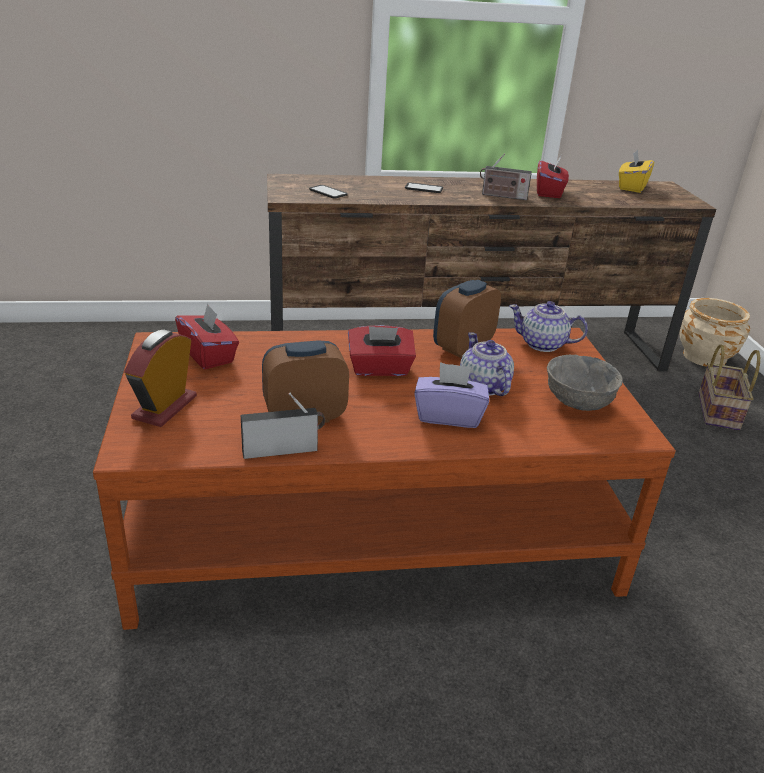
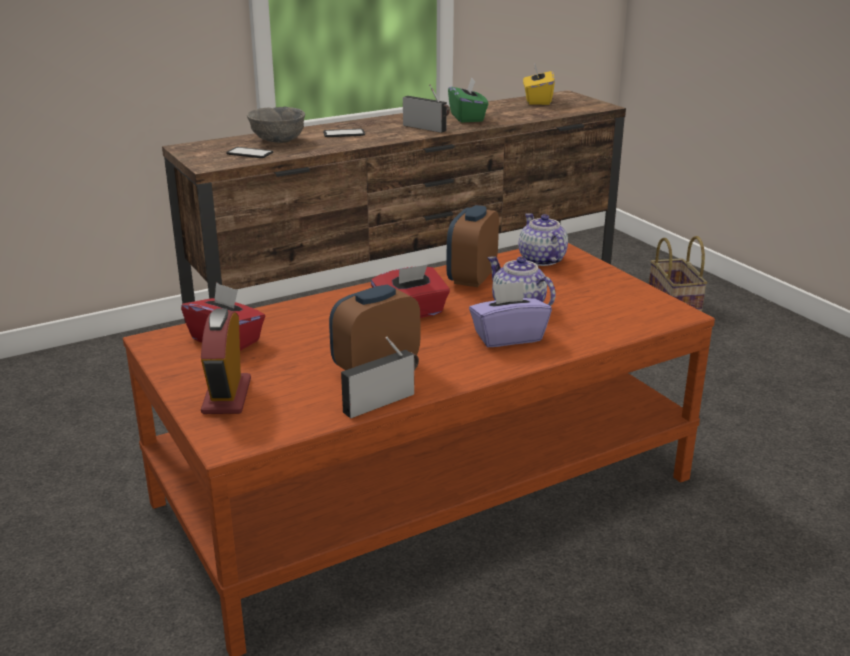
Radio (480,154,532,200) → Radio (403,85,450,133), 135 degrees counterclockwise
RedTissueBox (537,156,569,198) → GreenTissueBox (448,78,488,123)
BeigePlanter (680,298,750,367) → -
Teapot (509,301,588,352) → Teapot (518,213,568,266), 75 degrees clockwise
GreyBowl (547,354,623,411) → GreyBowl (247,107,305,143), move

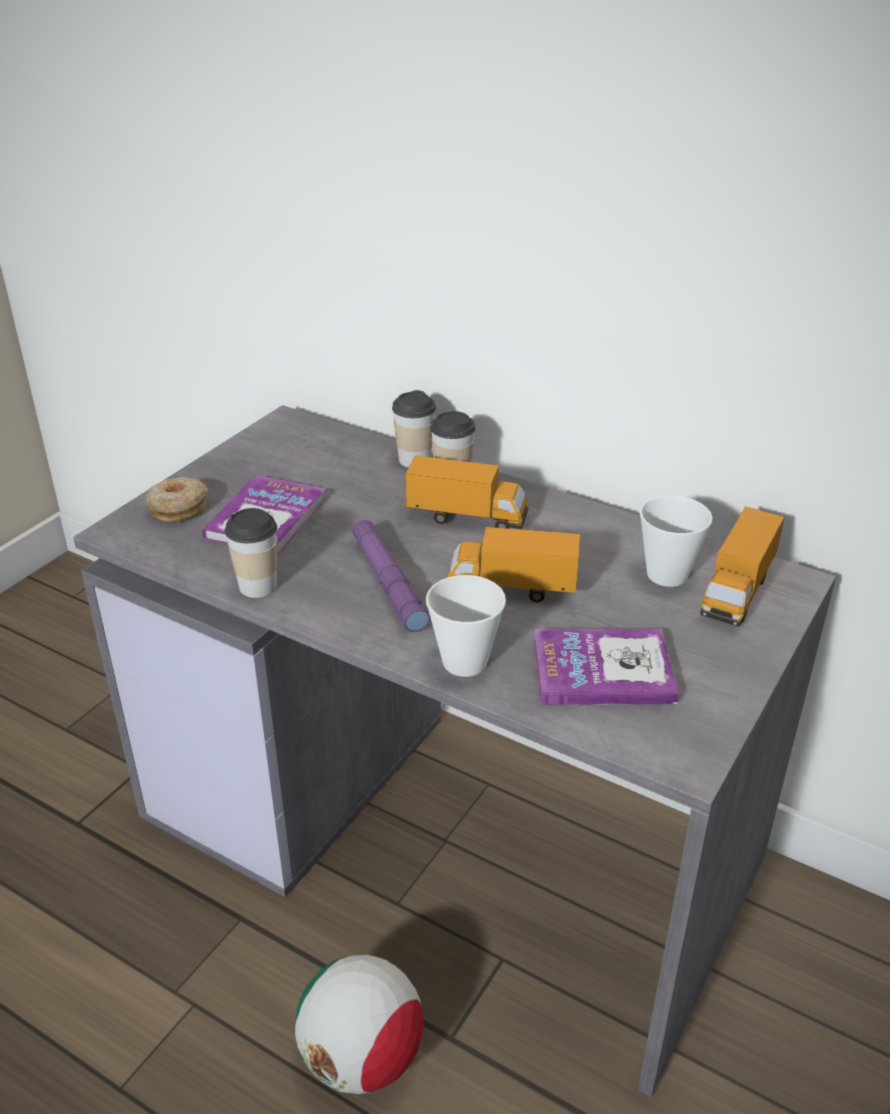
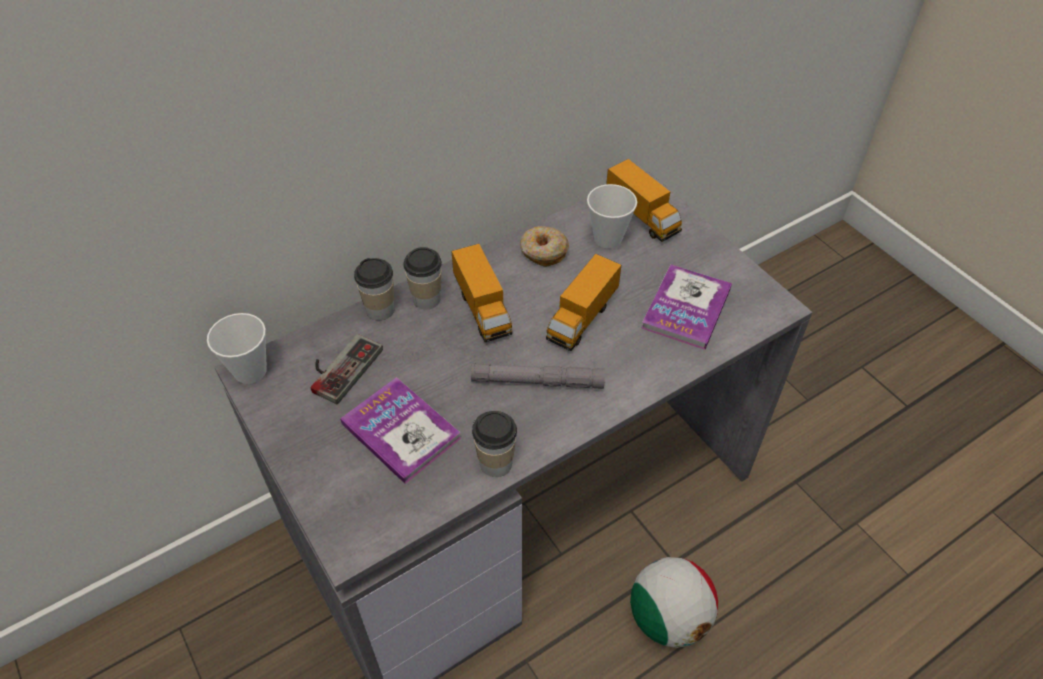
ToyTruck (406,455,528,529) → ToyTruck (451,244,512,342), 120 degrees clockwise
Donut (146,477,208,523) → Donut (520,226,569,267), move
PurpleFlashlight (352,520,430,632) → GreyFlashlight (471,363,605,389)
Cup (426,575,506,677) → Cup (207,313,267,384), move
- → GameController (311,334,383,404)

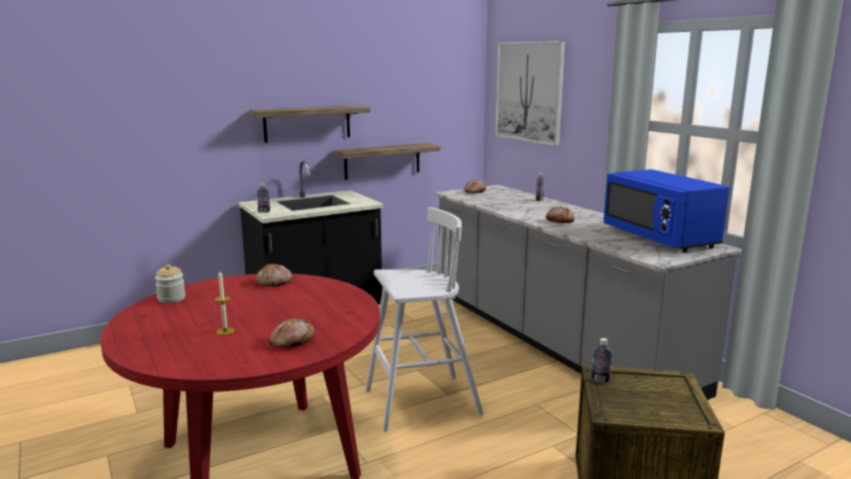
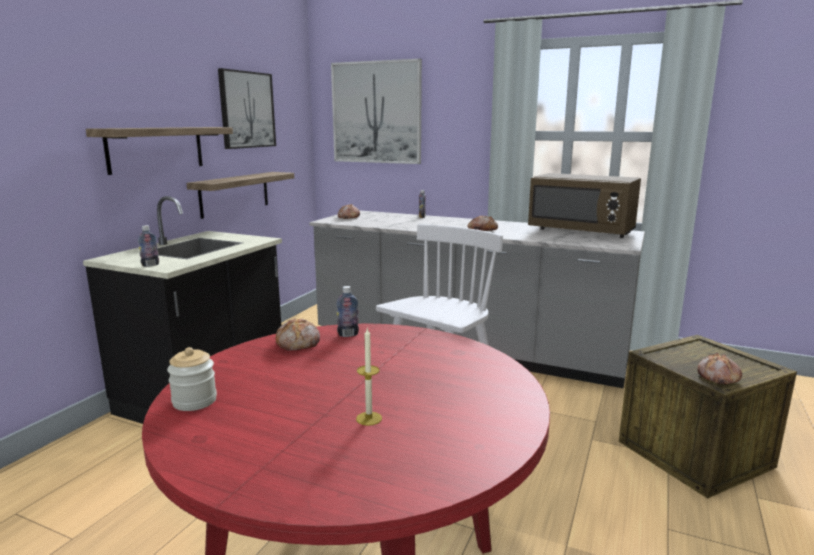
BlueMicrowave (603,169,729,252) → BrownMicrowave (528,173,641,238)
Bread (269,317,315,348) → Bread (697,353,742,384), move
Bottle (591,338,613,383) → Bottle (336,286,359,337), move
- → Picture (218,68,276,149)

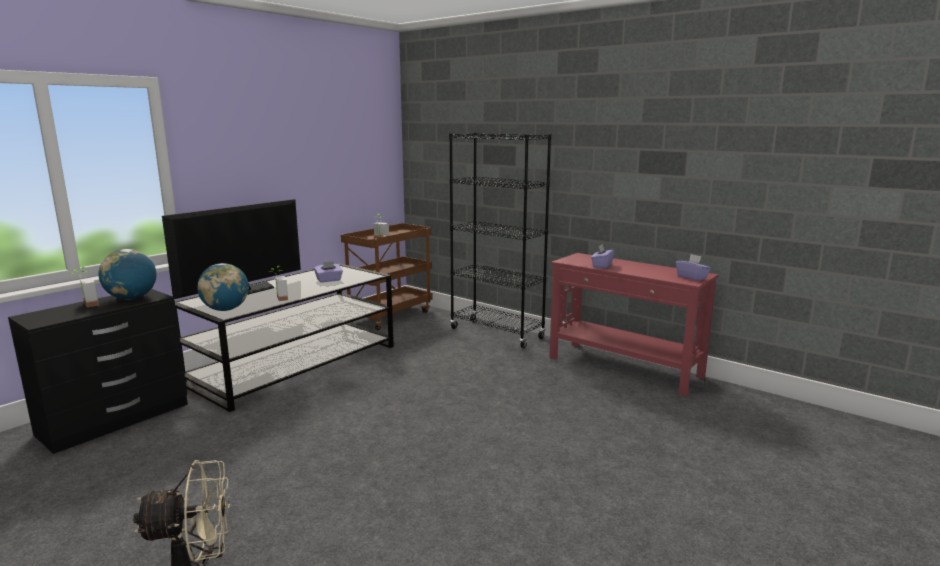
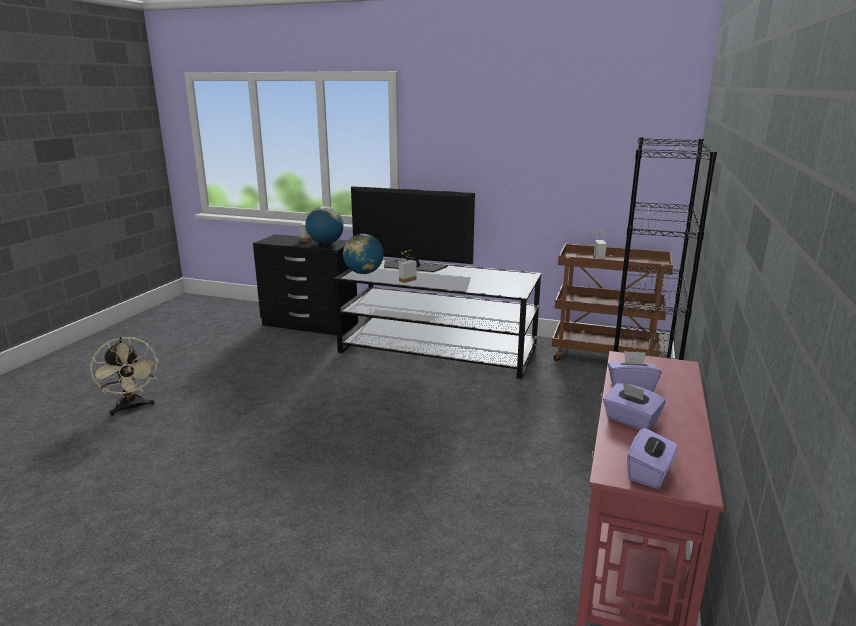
PurpleTissueBox (314,261,343,283) → PurpleTissueBox (603,383,666,430), move

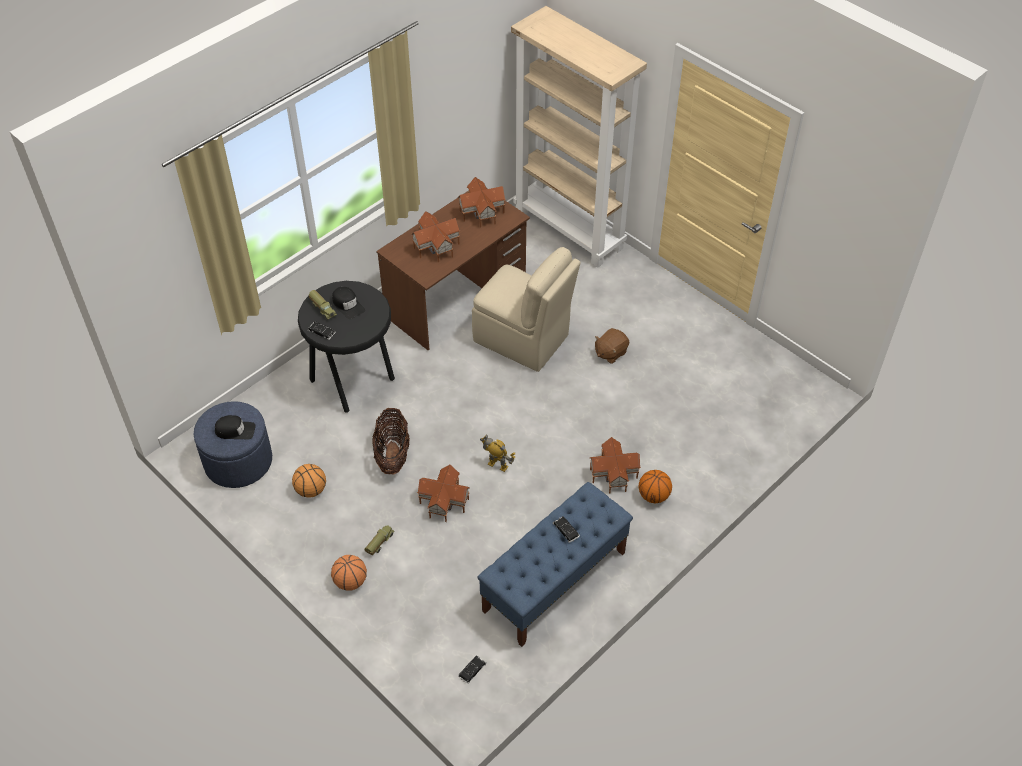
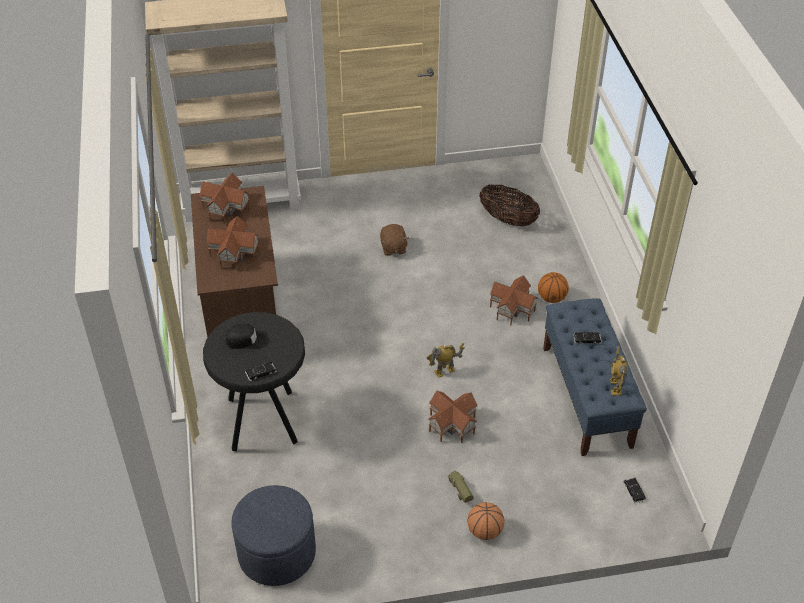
BeigeChair (472,247,581,372) → -
ToyTruck (309,290,337,320) → -
Basket (372,408,410,474) → Basket (479,184,540,226), move
BlackCap (215,415,255,440) → -
Basketball (292,464,326,498) → -
- → ToyRobot (610,347,628,395)

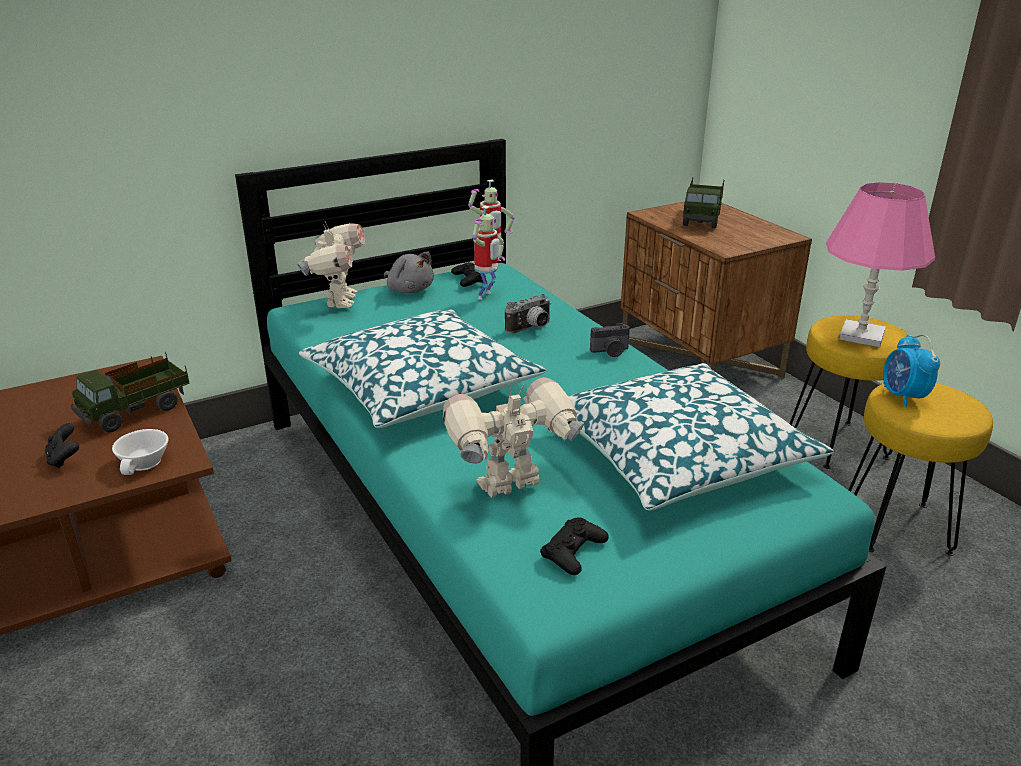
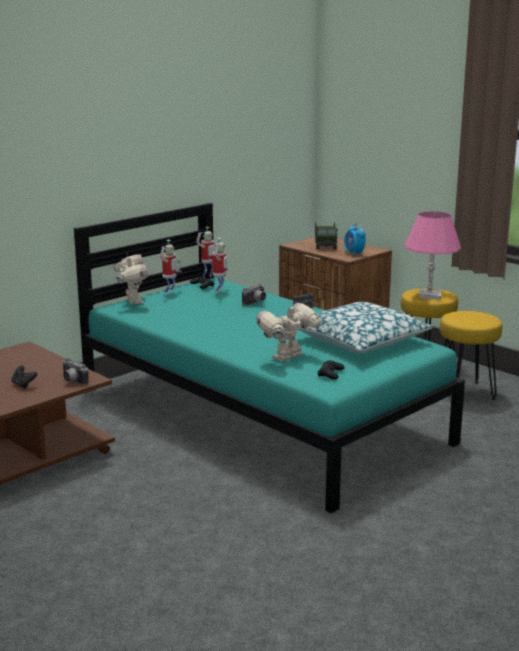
GreyPlushToy (384,252,434,294) → ToyRobot (160,240,181,295)
Pillow (299,310,546,428) → -
AlarmClock (883,334,940,407) → AlarmClock (344,223,366,256), move
ToyTruck (71,352,190,432) → -
WhiteCup (112,429,168,475) → PhotoCamera (62,358,89,385)

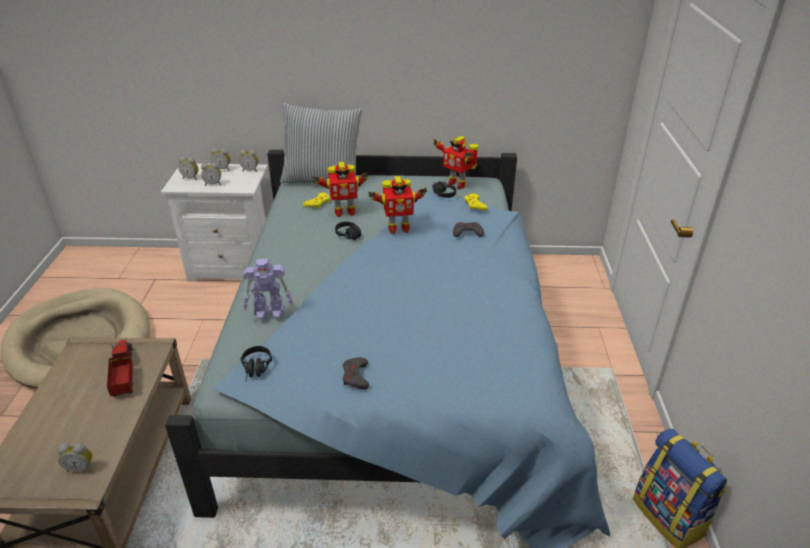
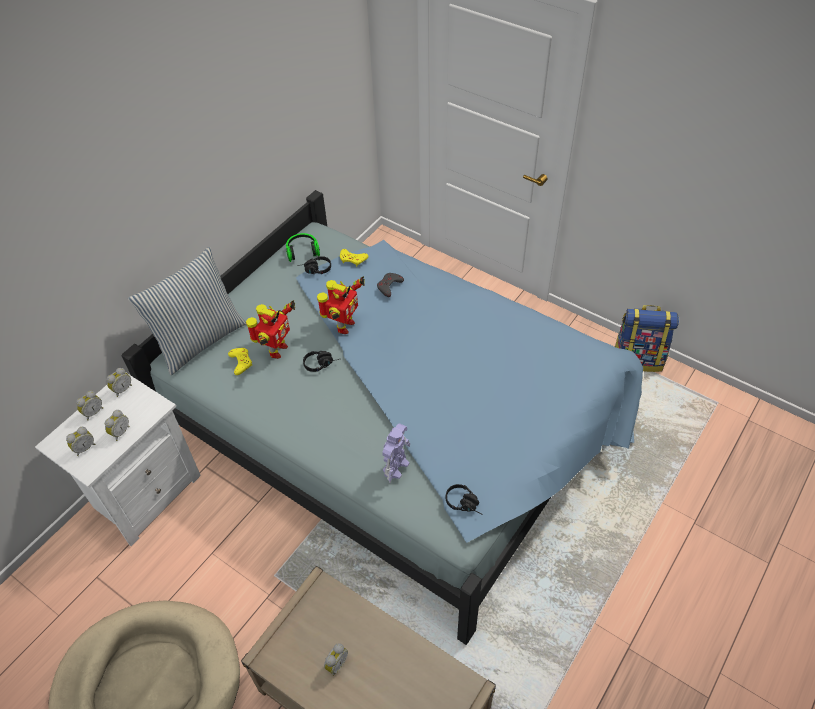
ToyRobot (433,136,478,189) → Headphones (286,233,320,262)
ToyTruck (107,340,133,397) → -
GreyGameController (343,357,369,390) → -
AlarmClock (57,443,92,472) → AlarmClock (324,643,348,676), move

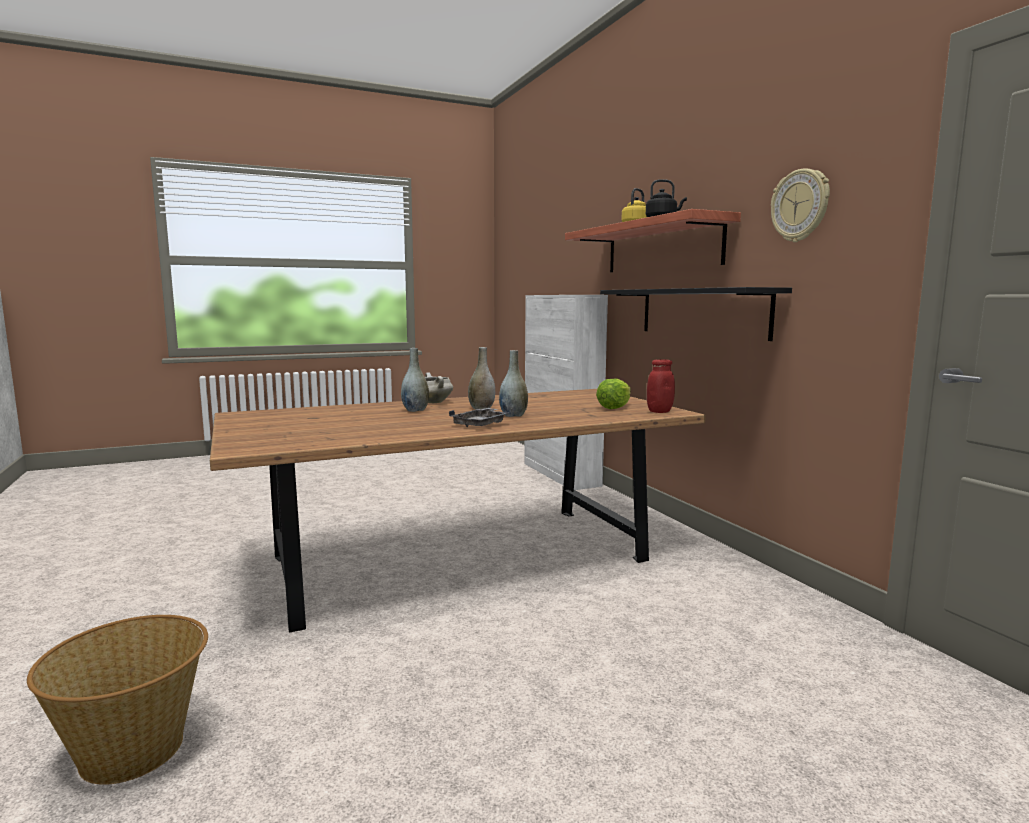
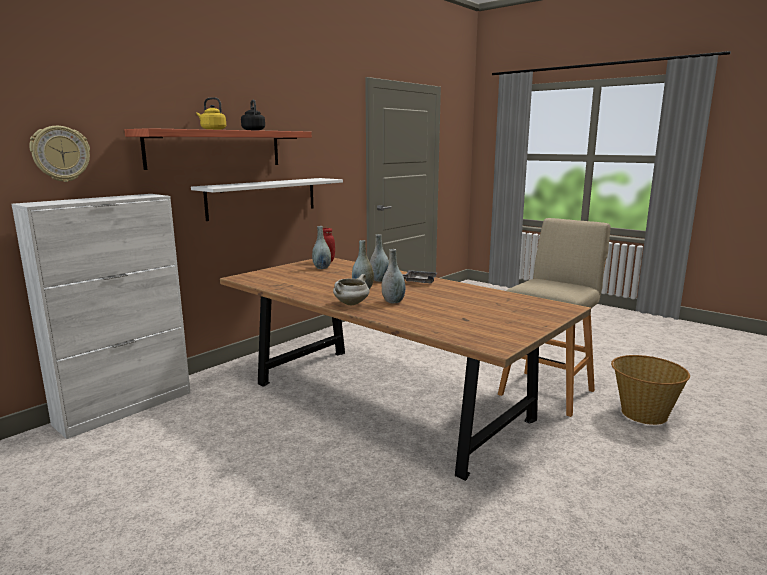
WallClock (771,168,830,242) → WallClock (29,126,90,182), move
BlackShelf (600,287,792,341) → WhiteShelf (191,178,343,221)
Lettuce (596,378,631,409) → GreyVase (312,226,331,269)
- → BeigeStool (498,218,611,417)

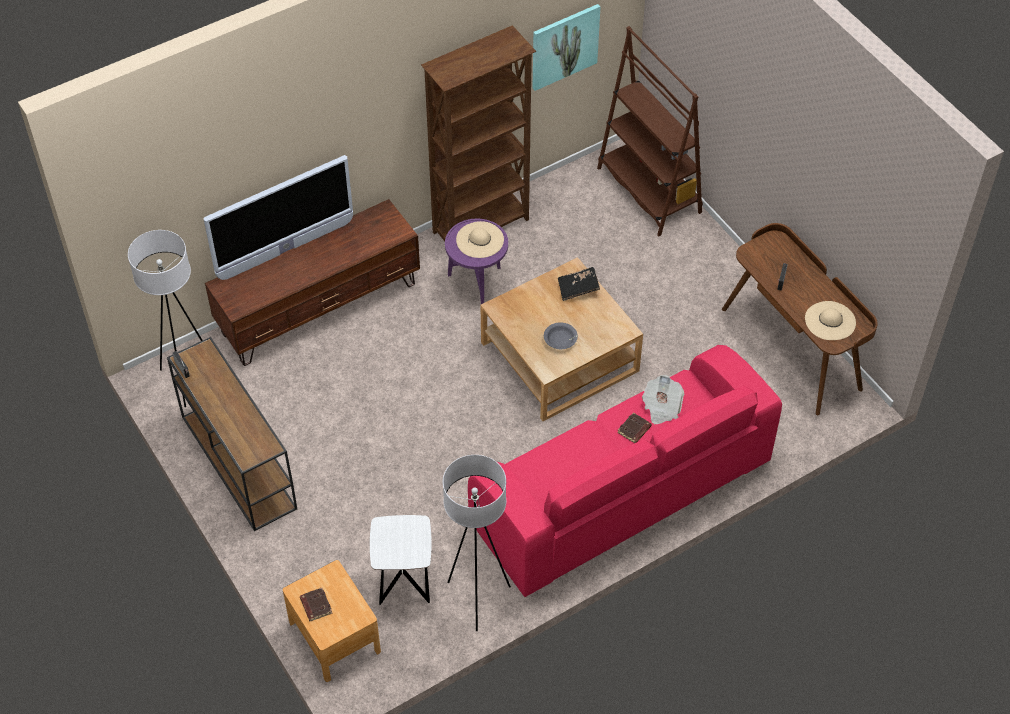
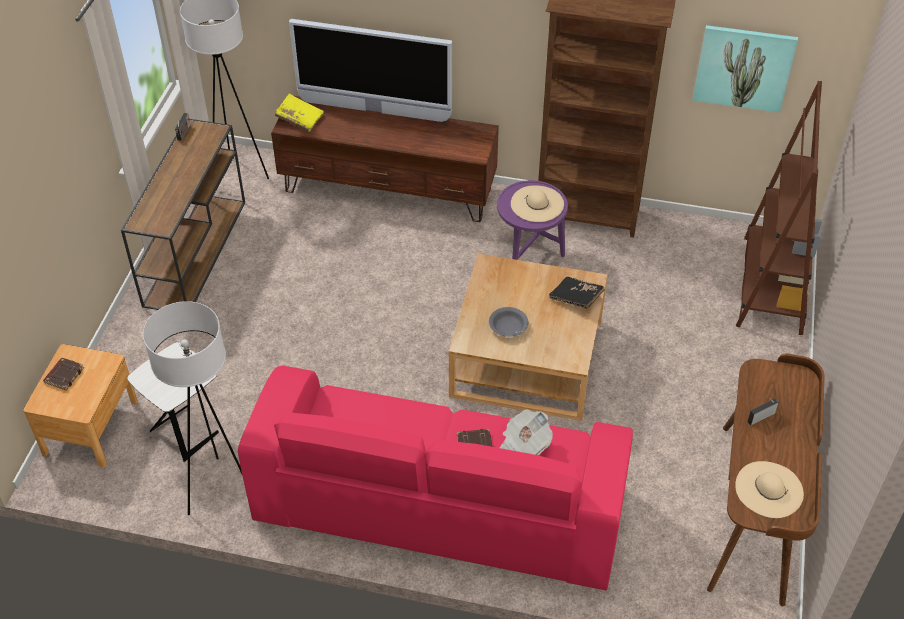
- → YellowBook (275,94,324,132)

